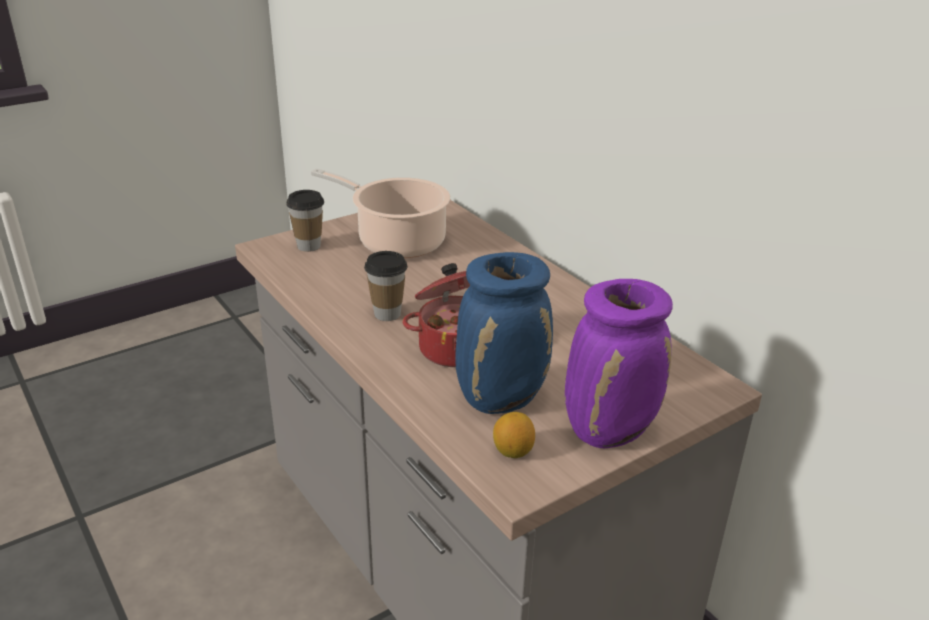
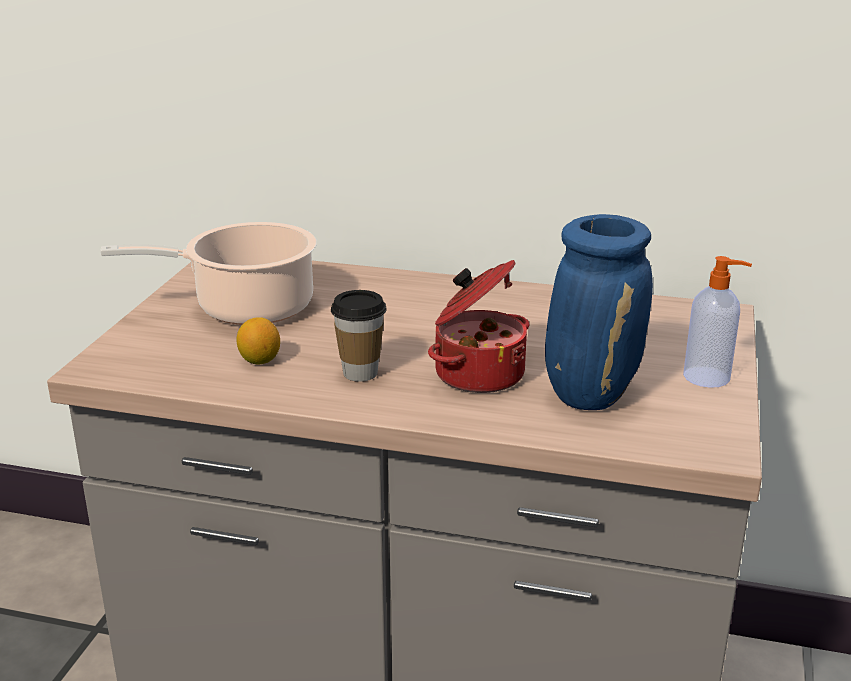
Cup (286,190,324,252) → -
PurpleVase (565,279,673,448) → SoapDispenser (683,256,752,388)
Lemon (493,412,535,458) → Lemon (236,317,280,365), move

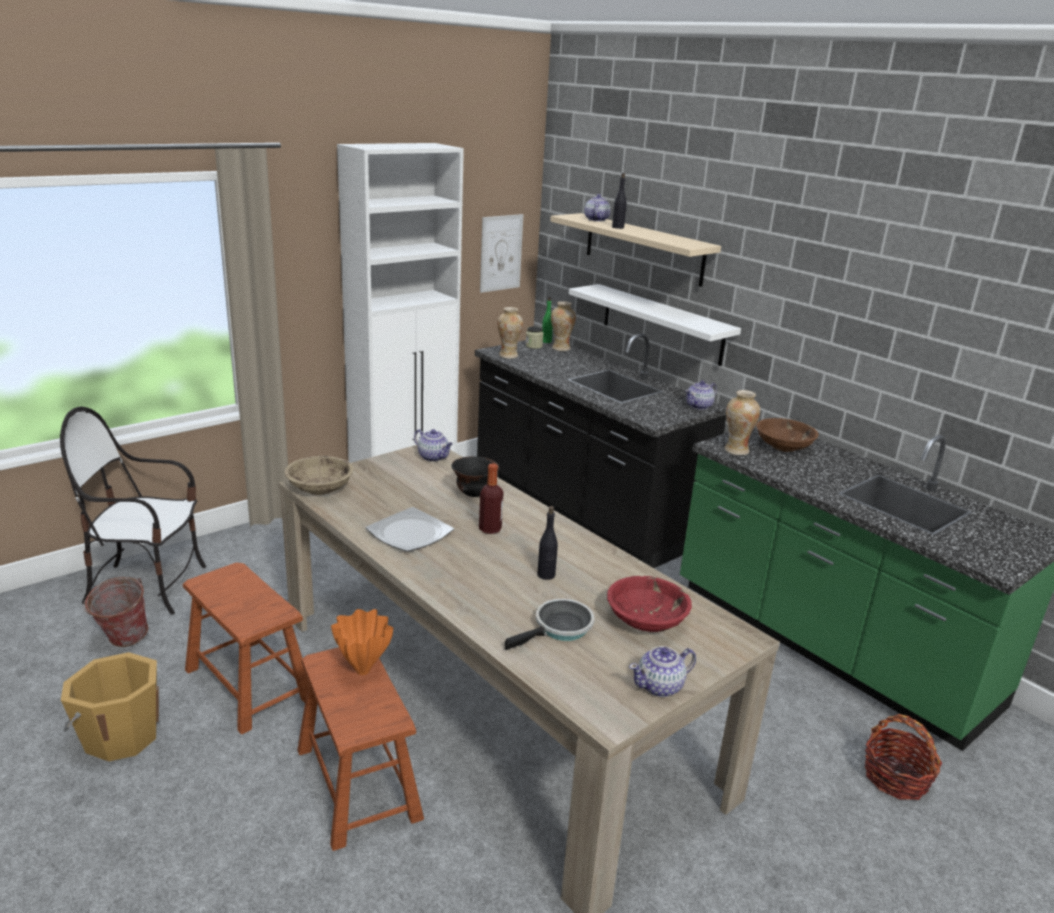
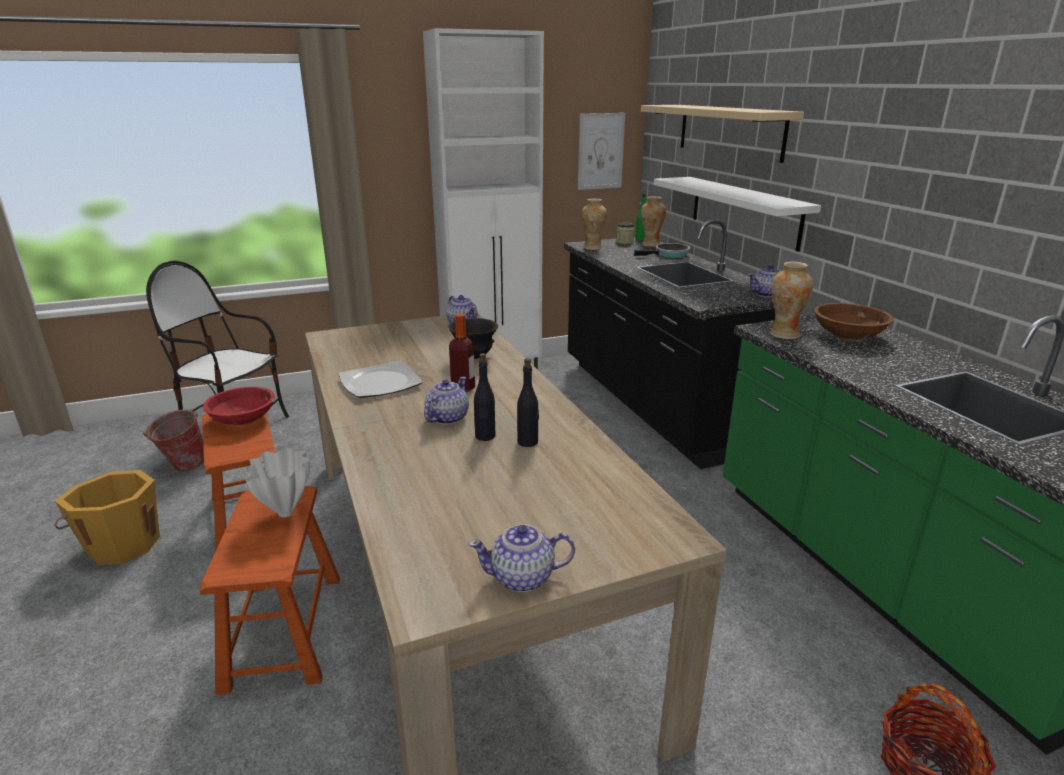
BlackBottle (612,173,627,229) → BlackBottle (517,358,539,447), move
Teapot (585,194,610,221) → Teapot (424,377,469,425), move
BeigeBowl (285,456,353,495) → -
RedBowl (607,576,692,632) → RedBowl (203,387,275,426), move
FryingPan (505,599,594,650) → FryingPan (634,243,690,258), move
OrangeVase (331,609,393,675) → WhiteVase (245,448,310,517)

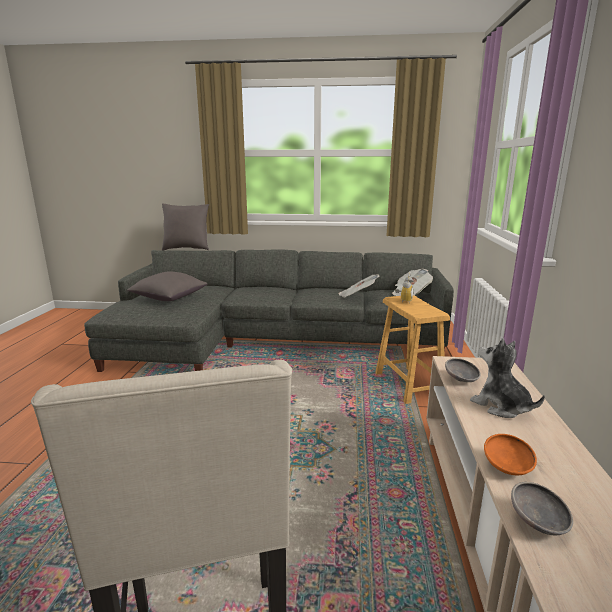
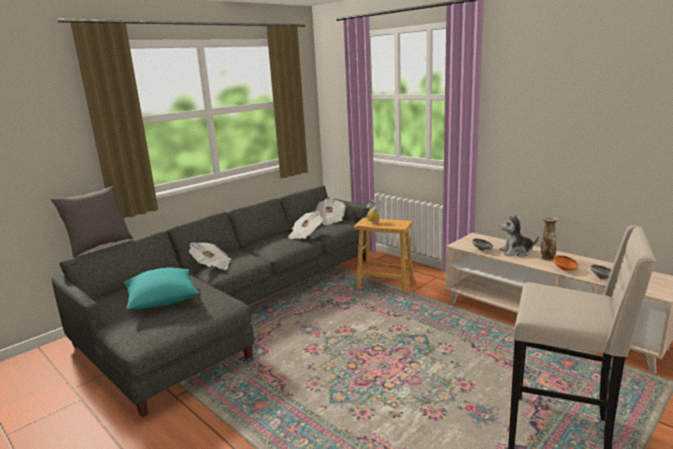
GreyPillow (127,271,207,301) → TurquoisePillow (123,268,199,309)
- → Vase (541,217,558,261)
- → Newspaper (189,242,231,270)

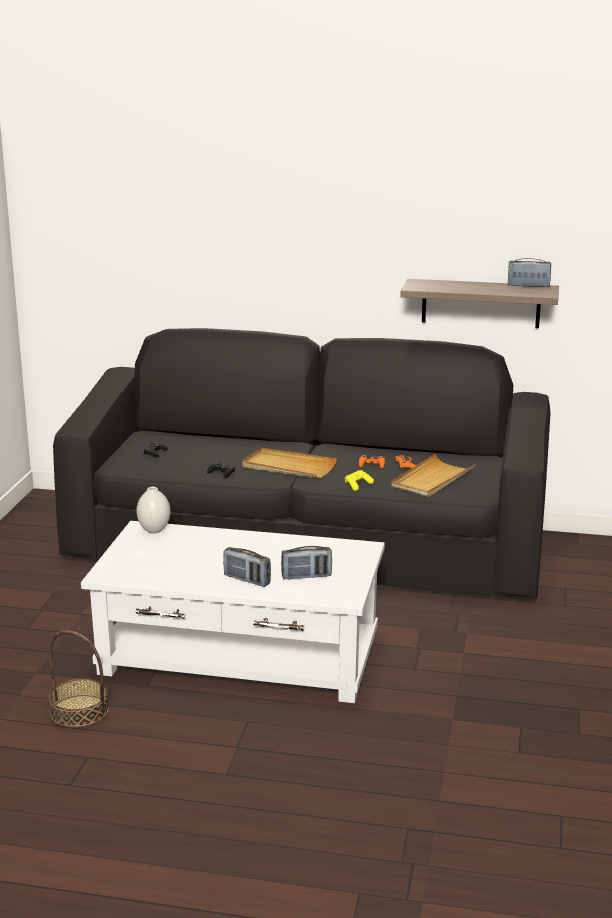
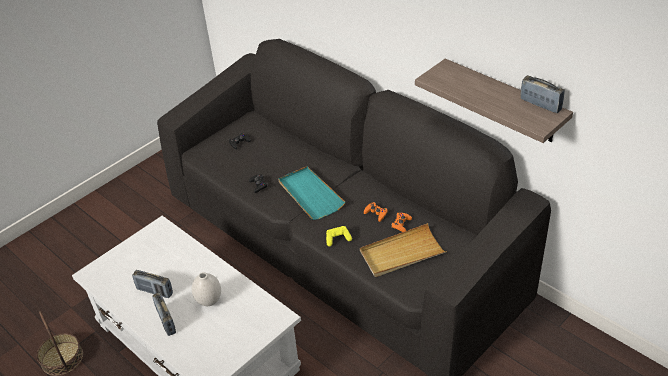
BeigeTray (242,448,337,478) → TurquoiseTray (278,166,345,220)
WhiteVase (136,487,170,534) → WhiteVase (192,272,221,306), move
Radio (281,546,332,580) → Radio (132,270,173,298), move

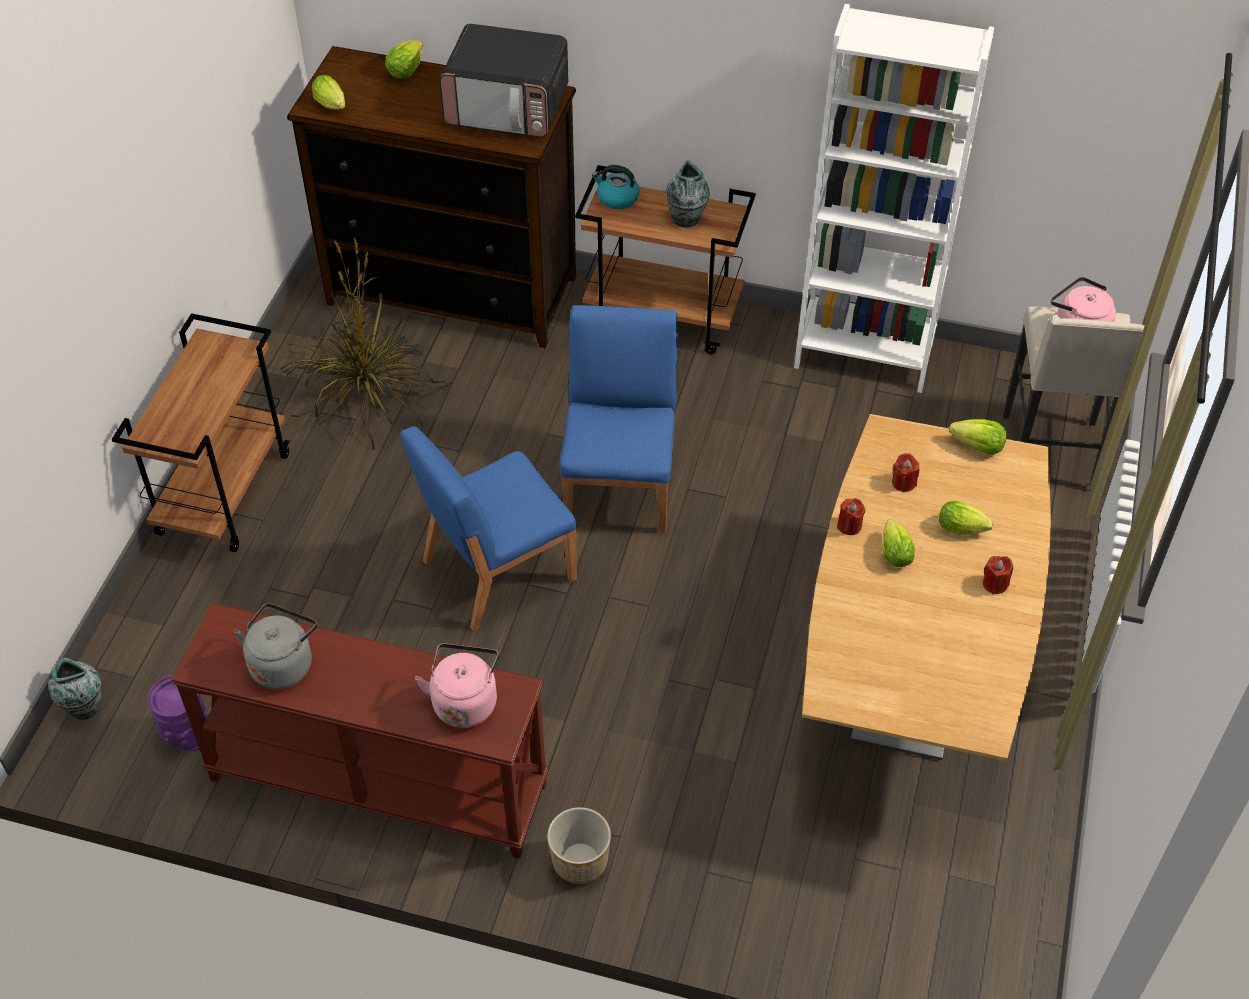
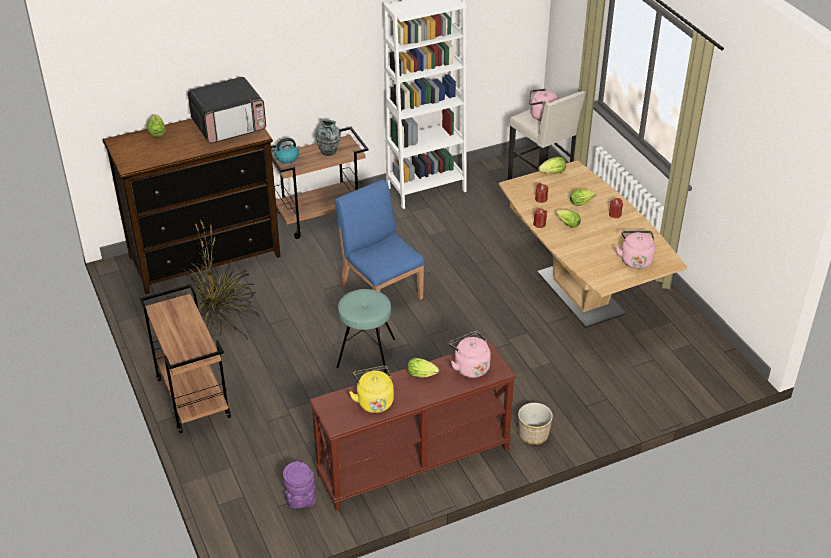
Lettuce (312,75,345,110) → Lettuce (407,358,439,377), move
BlueChair (400,426,577,631) → TurquoiseStool (336,289,395,374)
GreyKettle (234,603,317,689) → YellowKettle (349,366,394,413)
Vase (48,658,101,720) → -
- → PinkKettle (616,230,655,269)

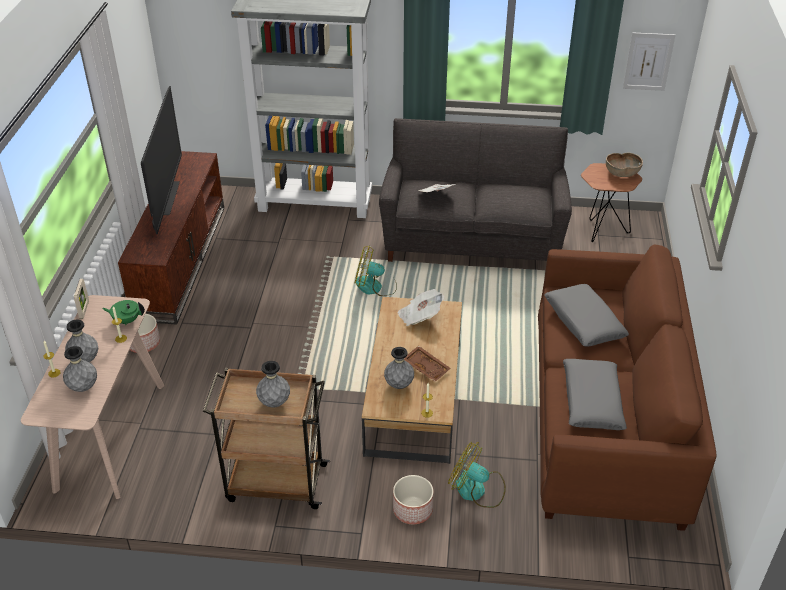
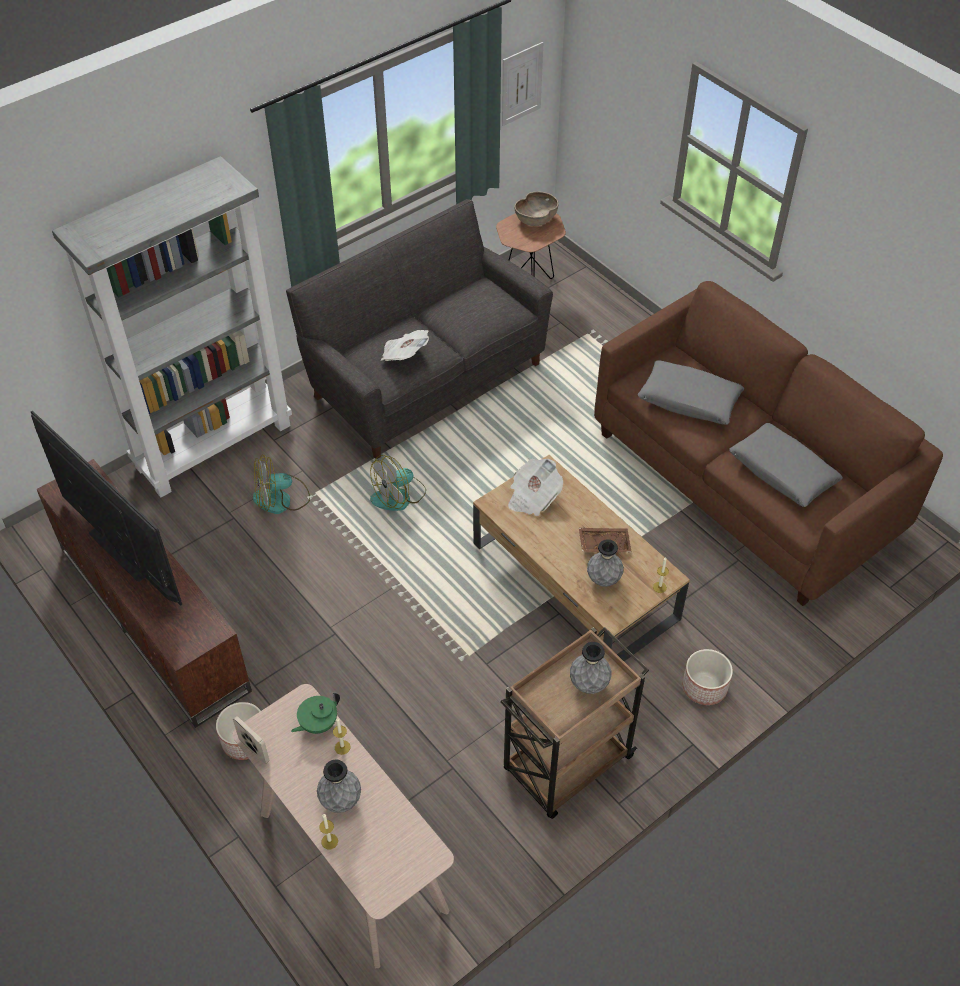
GreyVase (63,346,97,392) → -
Fan (448,442,506,508) → Fan (253,454,310,514), move

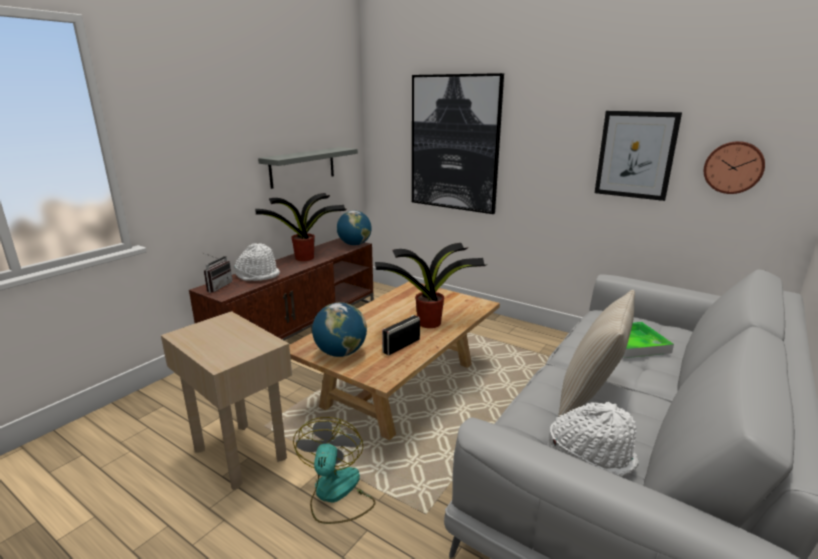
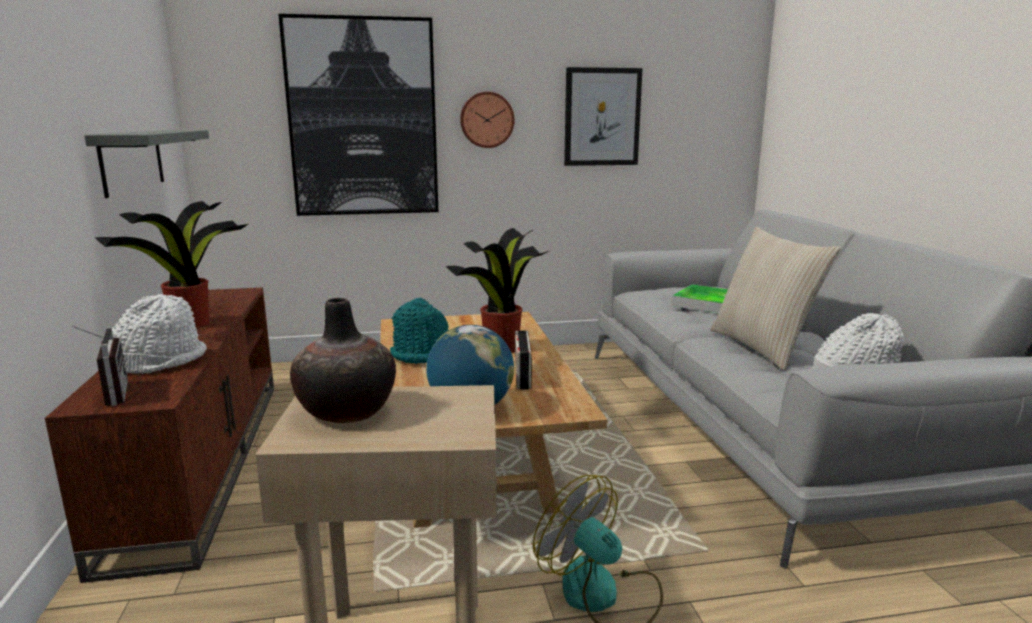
WallClock (704,141,765,194) → WallClock (460,92,515,148), move
Globe (337,210,372,245) → -
- → Vase (290,298,396,423)
- → TurquoiseHat (390,298,449,364)

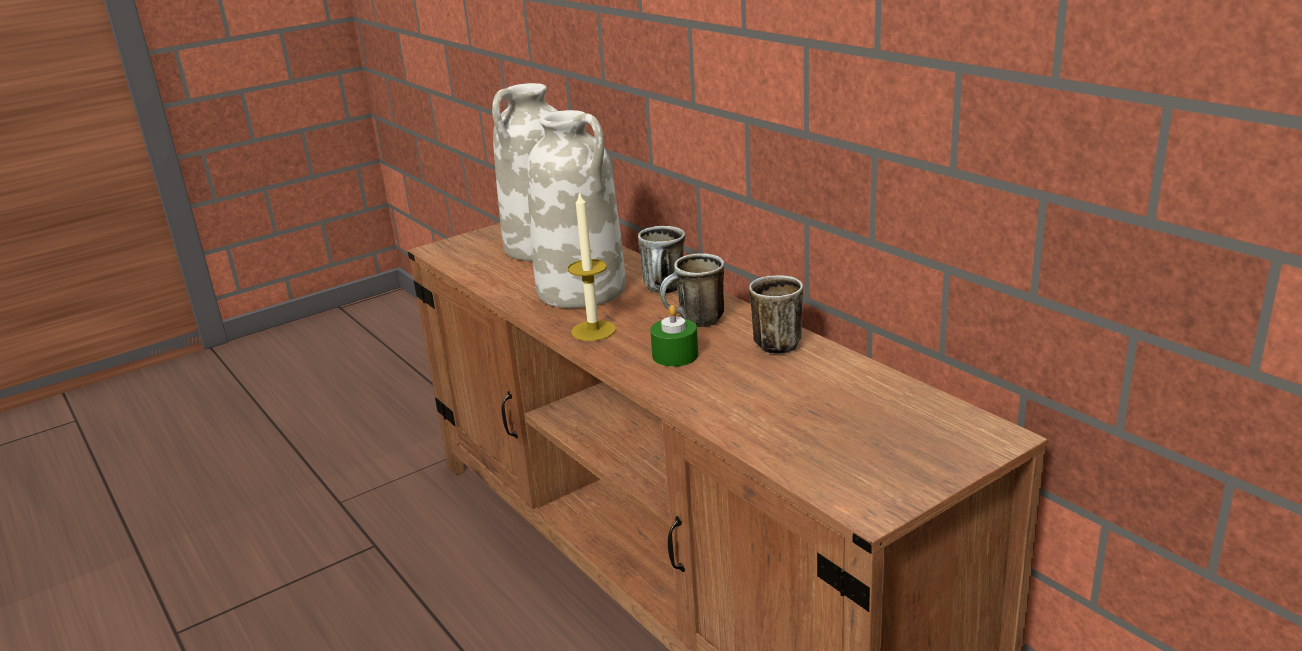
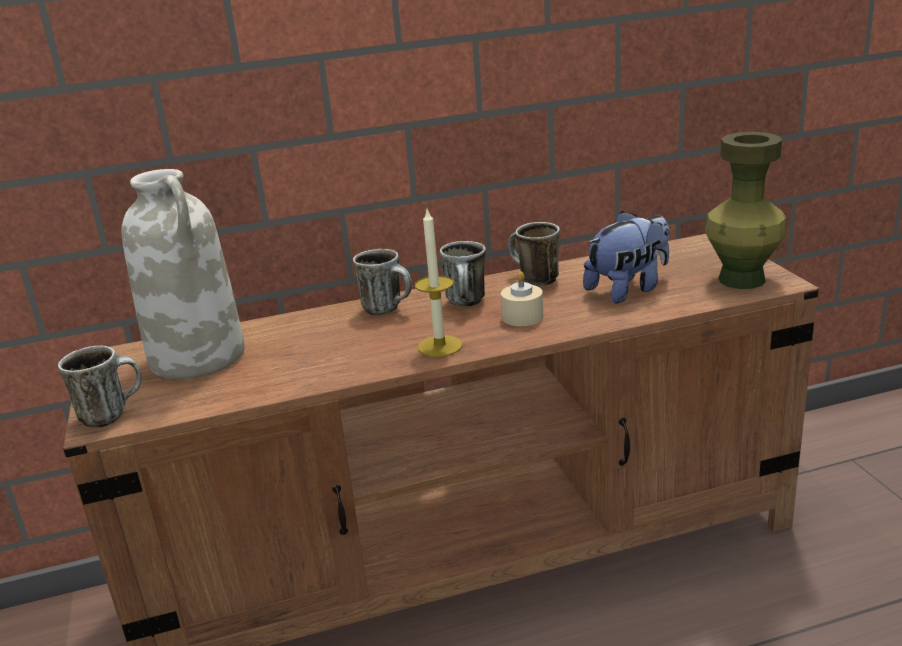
WhiteVase (527,110,626,308) → -
GreenCandle (650,305,698,367) → BeigeCandle (501,271,543,326)
- → GreenVase (705,132,787,289)
- → PlushToy (583,211,669,304)
- → Mug (58,346,142,427)

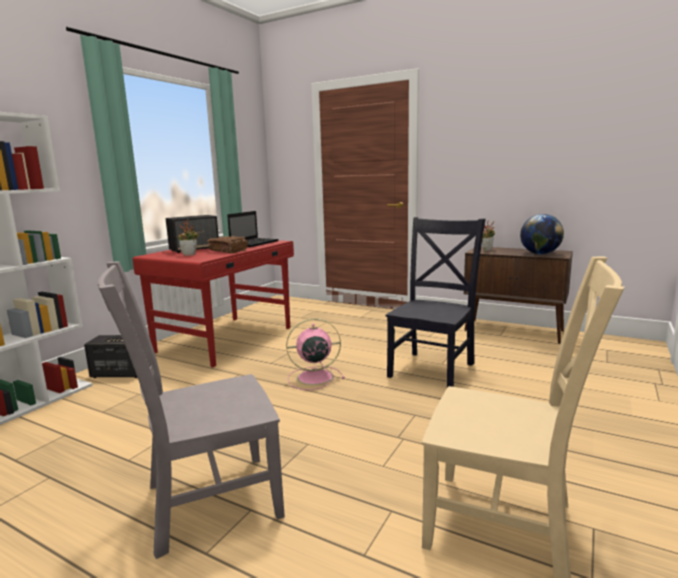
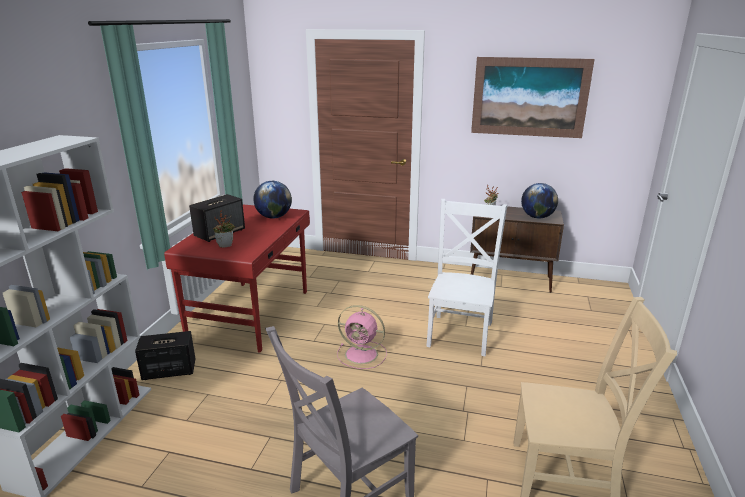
Laptop (227,211,279,247) → Globe (253,181,292,219)
BlackChair (386,217,485,388) → WhiteChair (426,199,507,356)
BrownBook (207,236,248,253) → -
PinkFan (286,318,345,390) → PinkFan (337,305,387,369), 135 degrees counterclockwise
- → Picture (471,57,595,138)

